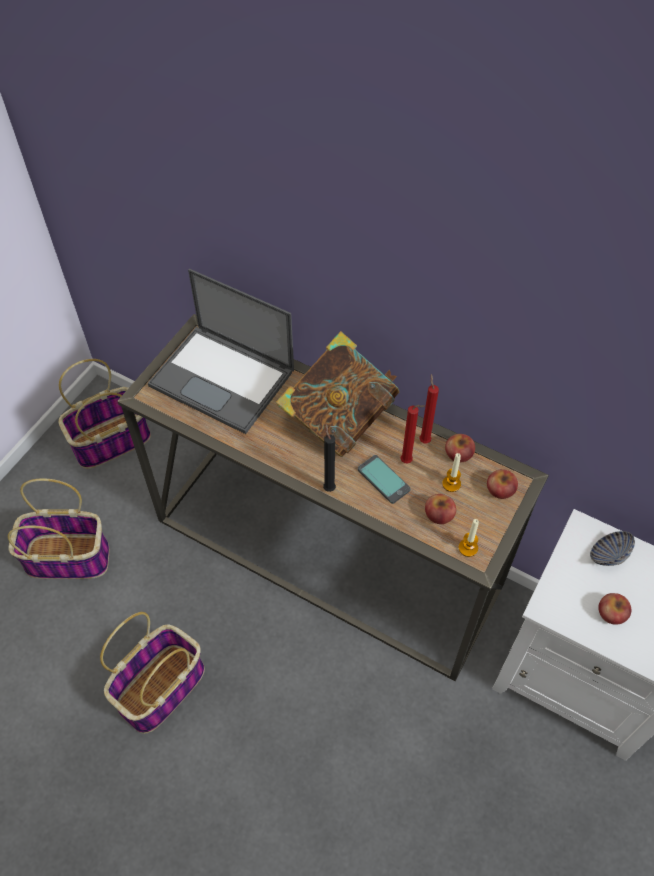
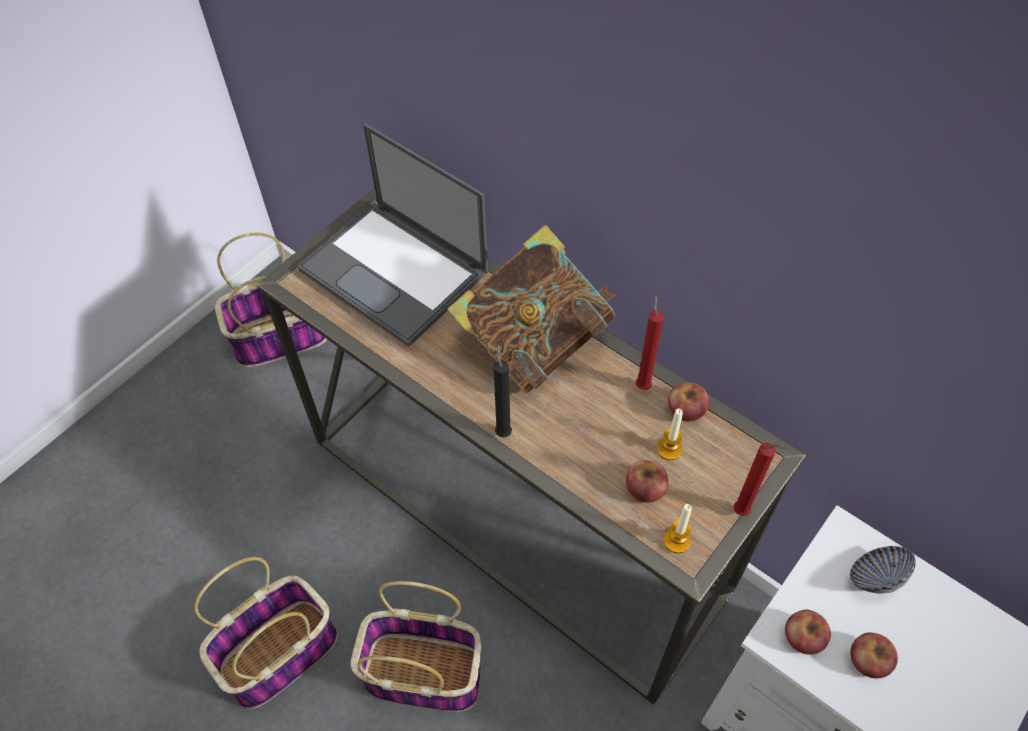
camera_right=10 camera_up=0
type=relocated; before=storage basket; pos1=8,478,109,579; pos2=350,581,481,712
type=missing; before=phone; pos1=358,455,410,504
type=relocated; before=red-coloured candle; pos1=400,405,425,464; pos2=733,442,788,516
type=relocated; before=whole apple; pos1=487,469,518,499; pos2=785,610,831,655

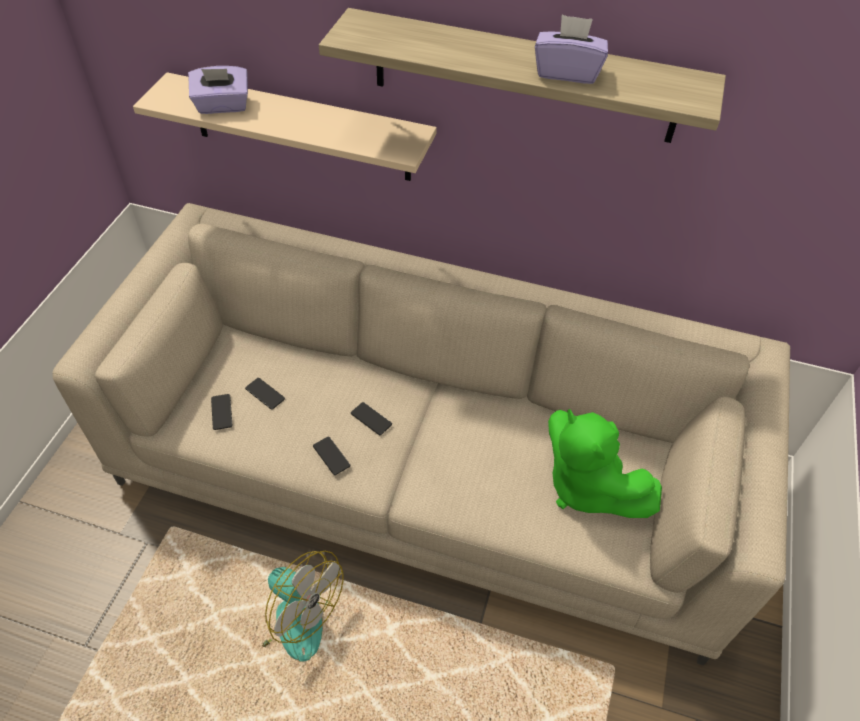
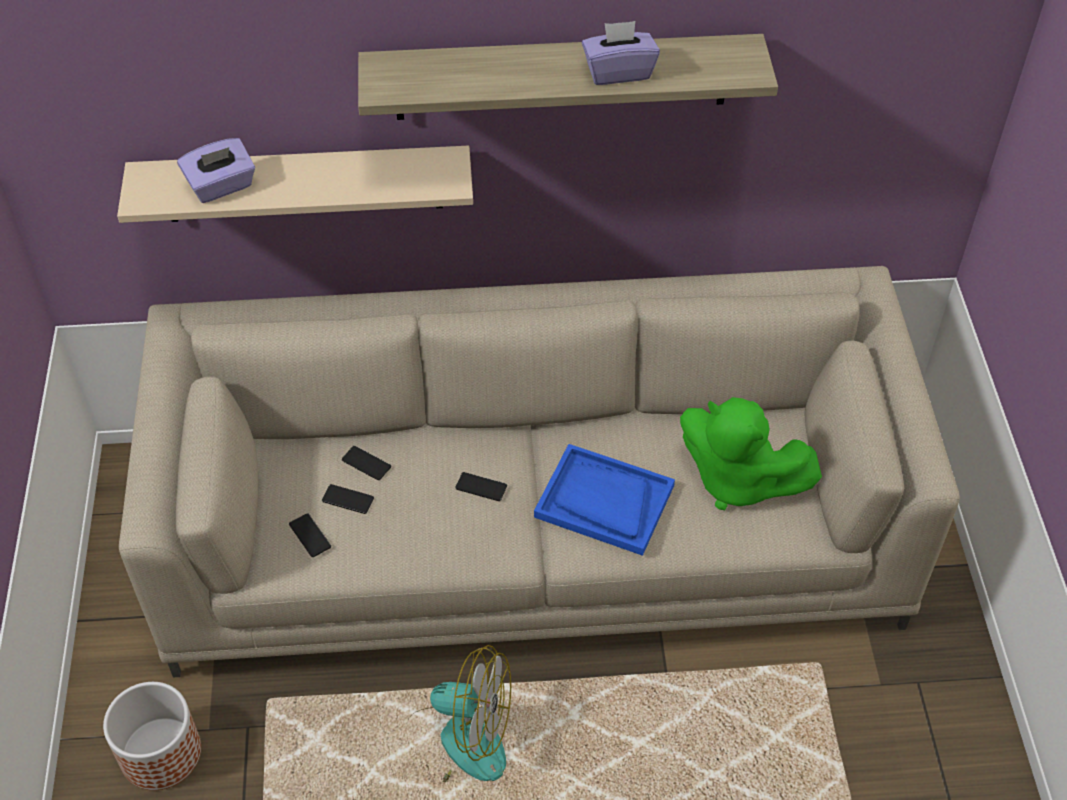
camera_right=-20 camera_up=0
type=relocated; before=phone; pos1=313,437,351,475; pos2=342,446,391,480
type=appeared; after=plant pot; pos2=103,682,201,790
type=appeared; after=bluish tray; pos2=534,444,675,556

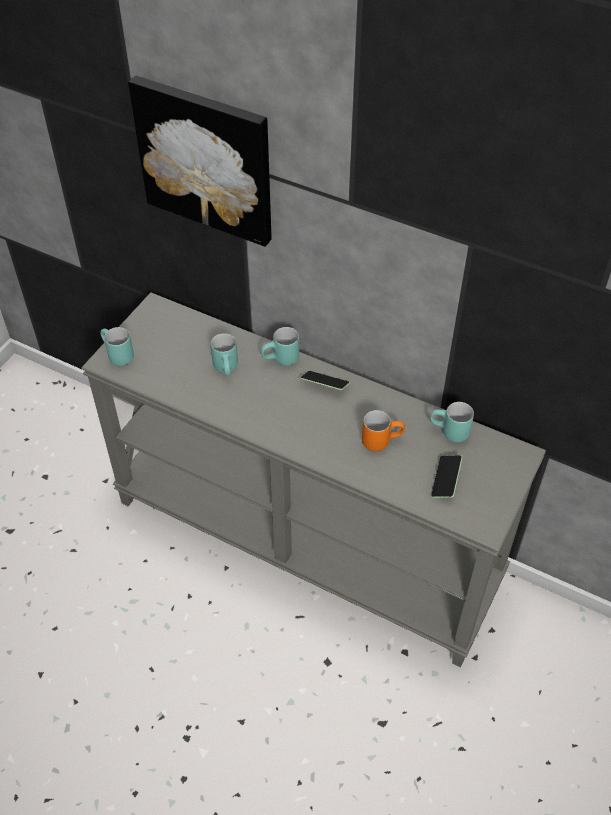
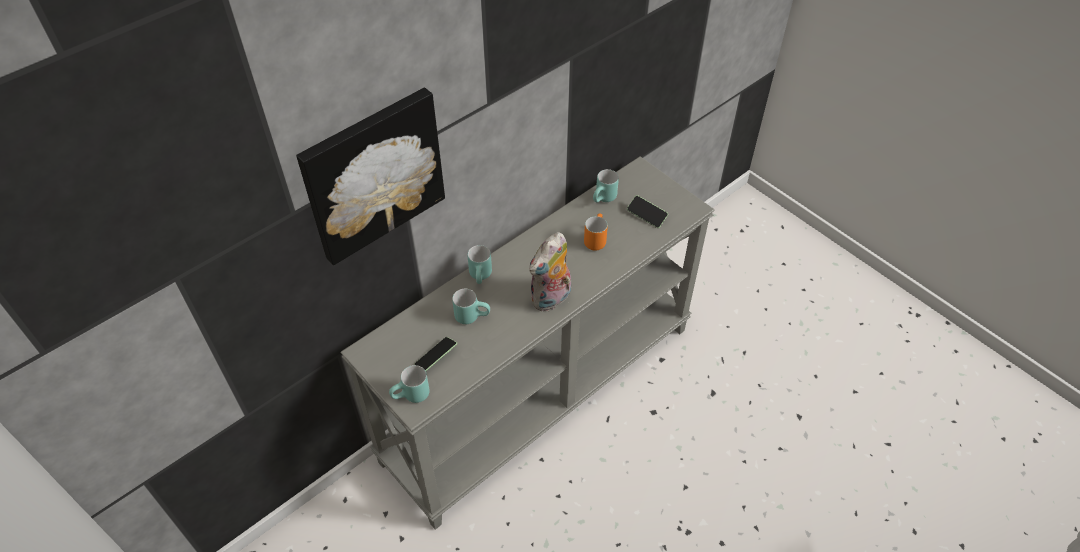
camera_right=-70 camera_up=0
type=relocated; before=phone; pos1=300,371,350,390; pos2=414,337,457,371
type=appeared; after=soft toy; pos2=529,232,571,311

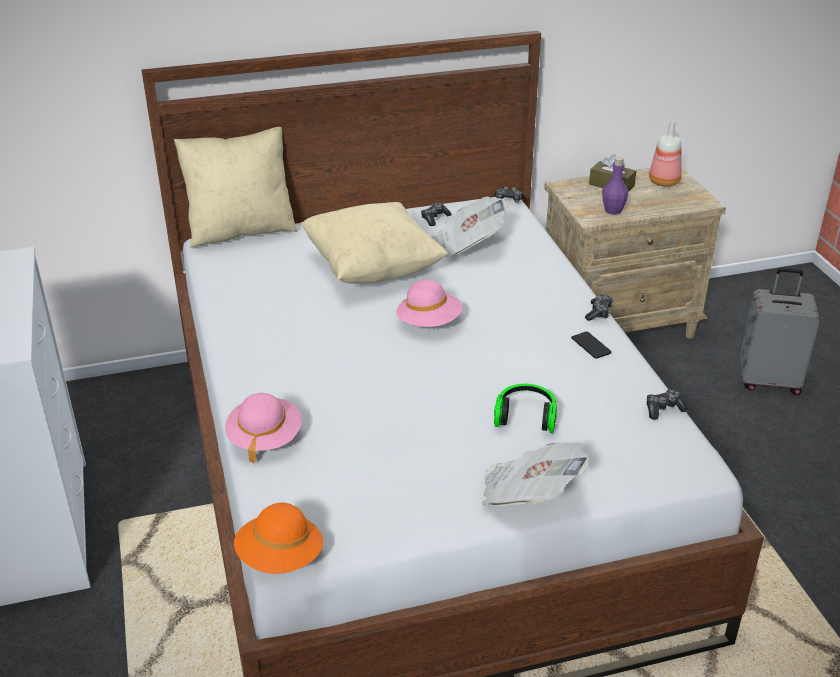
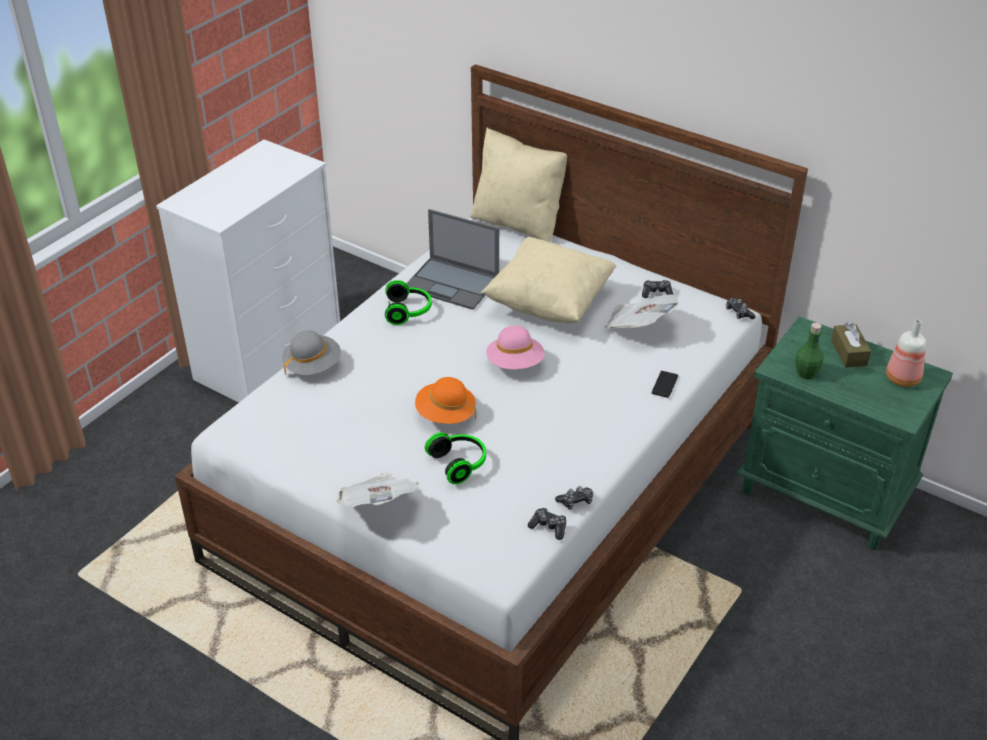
camera_right=50 camera_up=5
type=colour; before=pinkish wearable hat; after=greyish wearable hat; pos1=225,393,301,463; pos2=282,330,341,375
type=relocated; before=orange wearable hat; pos1=234,503,323,574; pos2=415,377,476,424
type=colour; before=beige-coloured bedside table; after=green bedside table; pos1=544,168,726,339; pos2=737,317,953,550
type=relocated; before=phone; pos1=571,331,612,359; pos2=652,371,678,398
type=relocated; before=joypad; pos1=585,294,613,321; pos2=555,486,593,510
type=colour; before=purple beverage bottle; after=green beverage bottle; pos1=602,156,628,215; pos2=796,323,824,379
type=missing; before=greyish piece of luggage; pos1=740,268,820,395
type=appeared; after=headphones; pos2=385,280,432,325
type=appeared; after=laptop; pos2=406,209,499,310

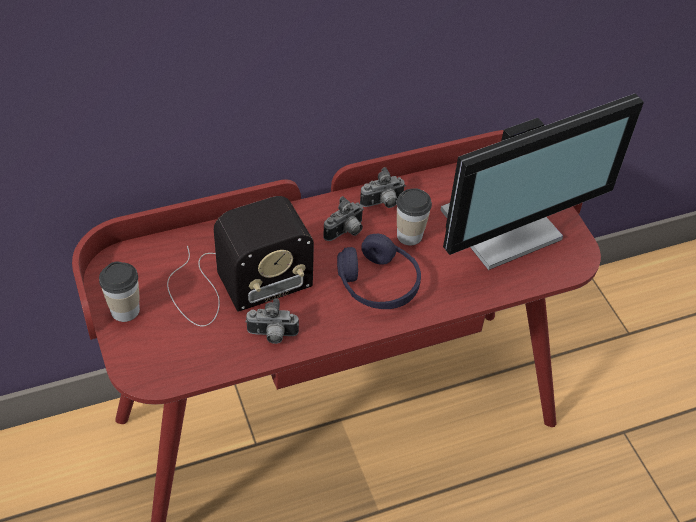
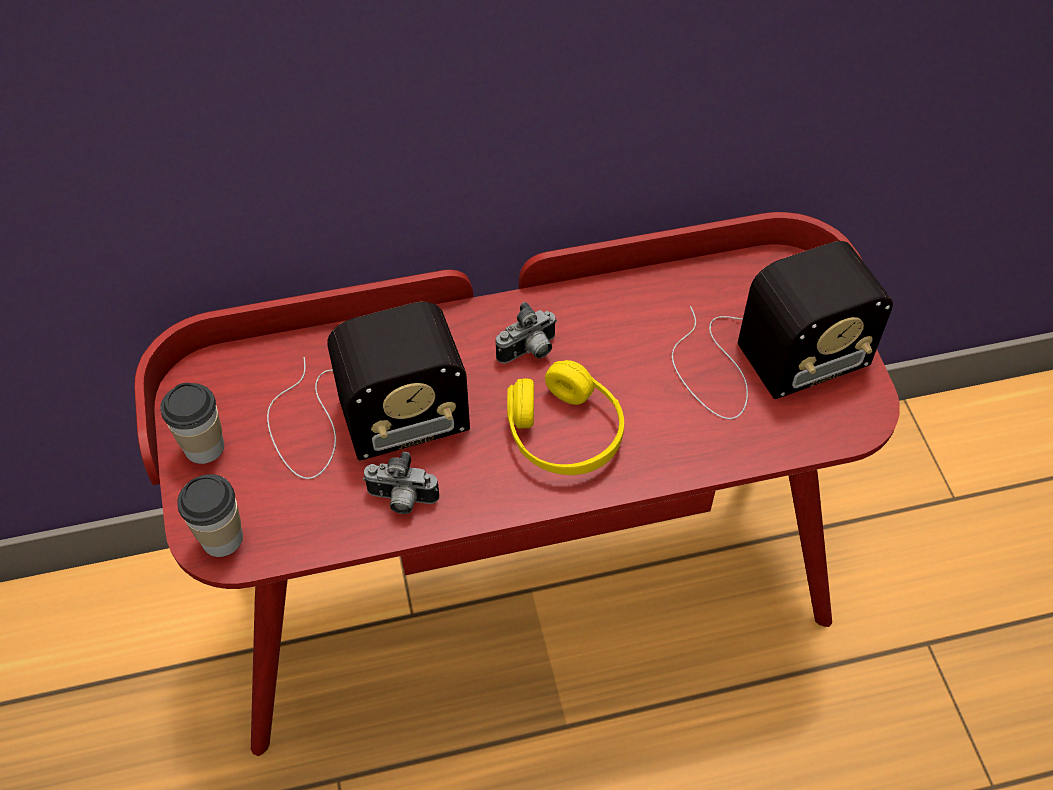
camera_right=10 camera_up=5
type=colour; before=purple headphones; after=yellow headphones; pos1=337,234,421,309; pos2=507,360,624,475
type=missing; before=photo camera; pos1=360,167,406,208
type=relocated; before=cup; pos1=397,188,432,246; pos2=177,474,243,557
type=exchanged; before=computer screen; after=radio receiver; pos1=441,94,644,270; pos2=672,241,893,419

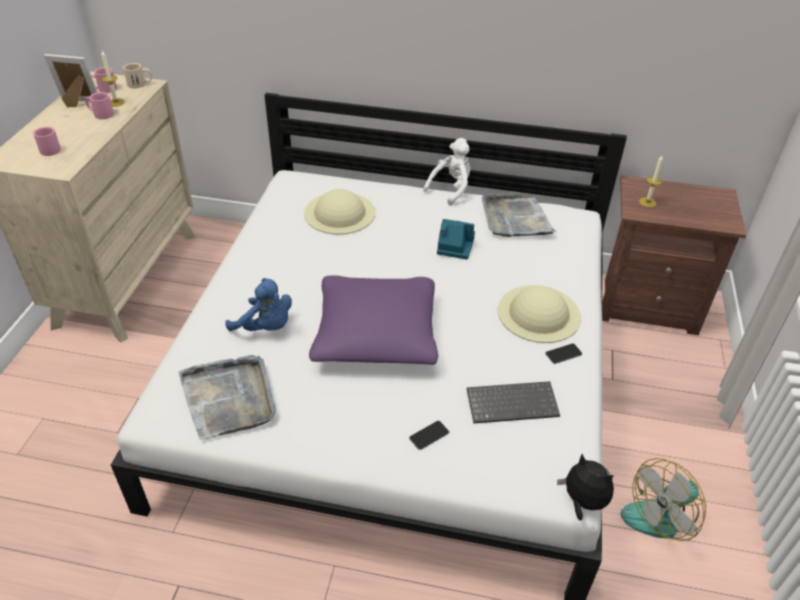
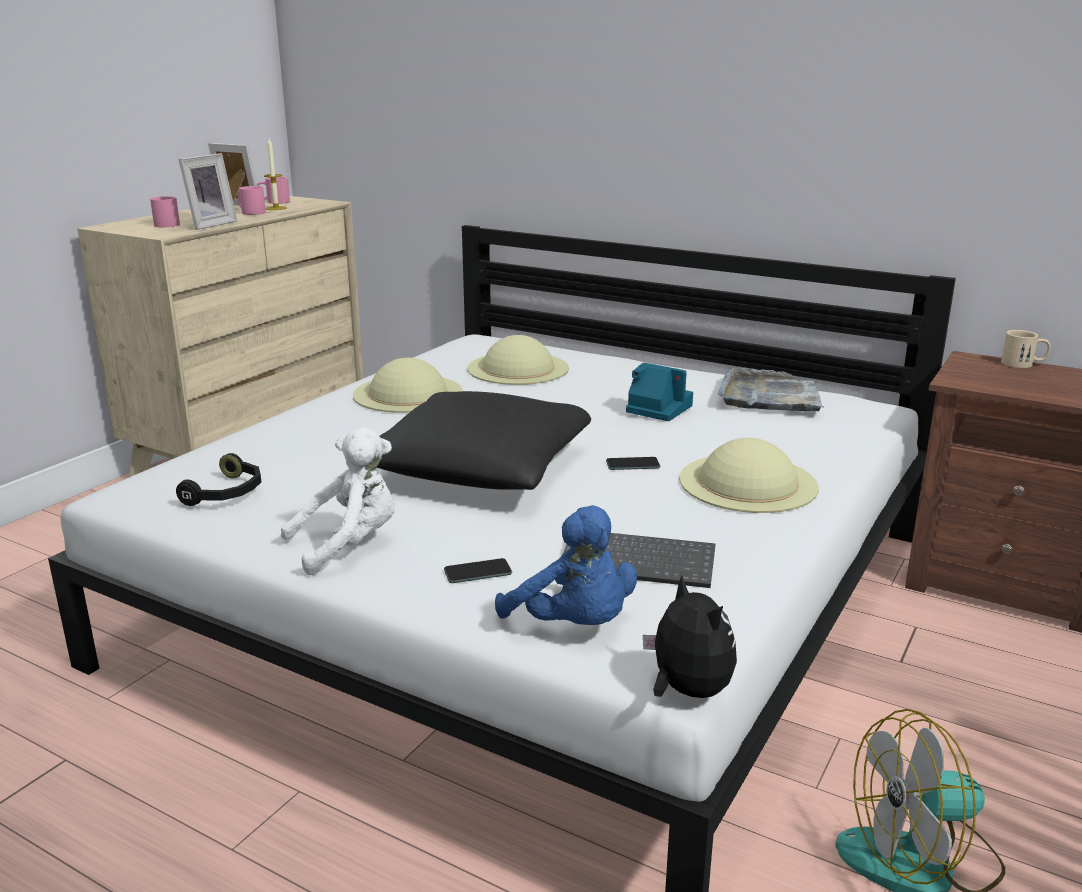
camera_right=20 camera_up=-20
type=relocated; before=beige-coloured mug; pos1=123,63,152,88; pos2=1001,330,1051,368
type=exchanged; before=greyish tray; after=black headphones; pos1=179,355,276,440; pos2=176,453,261,506
type=relocated; before=bluish soft toy; pos1=225,278,292,331; pos2=495,505,637,625
type=colour; before=purple cushion; after=black cushion; pos1=309,275,438,365; pos2=376,391,591,490
type=relocated; before=white soft toy; pos1=423,138,471,206; pos2=281,427,395,575
type=relocated; before=phone; pos1=545,343,582,364; pos2=606,457,660,470
type=missing; before=candle; pos1=639,155,663,208
type=appeared; after=photo frame; pos2=178,153,237,230
type=appeared; after=beige-coloured wearable hat; pos2=353,358,463,413

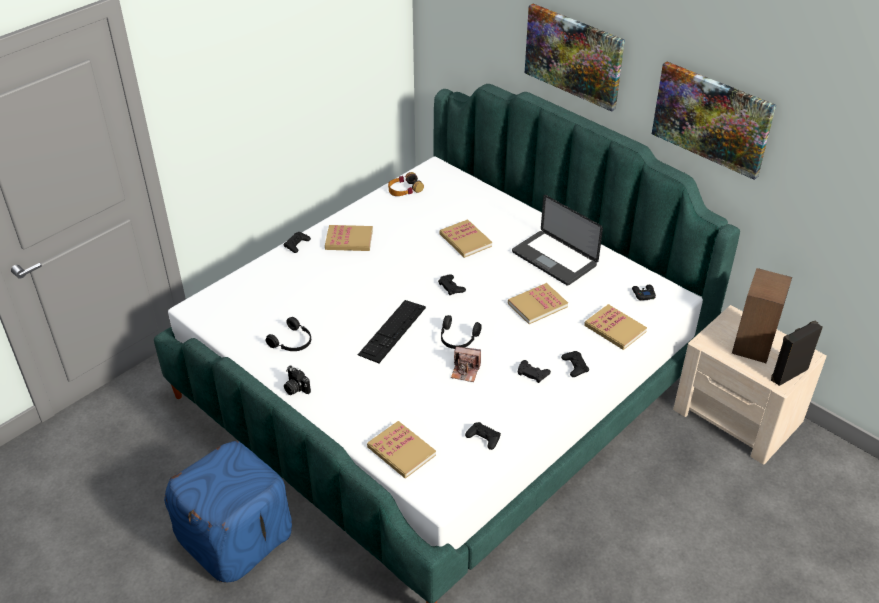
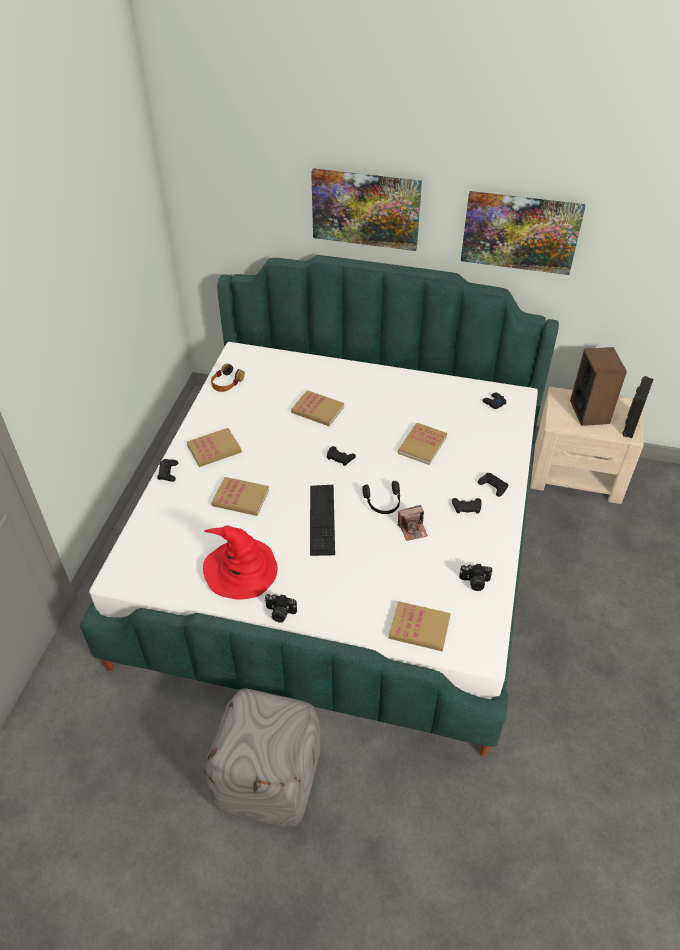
camera_right=-30 camera_up=5
type=colour; before=bluish ottoman; after=greyish ottoman; pos1=164,441,292,582; pos2=204,688,321,828
type=exchanged; before=black headphones; after=red-coloured wearable hat; pos1=266,317,311,351; pos2=203,525,277,600
type=exchanged; before=black joypad; after=photo camera; pos1=465,422,501,450; pos2=459,564,492,591
type=missing; before=laptop; pos1=512,195,603,285
type=relocated; before=volume; pos1=584,304,647,350; pos2=212,477,269,516

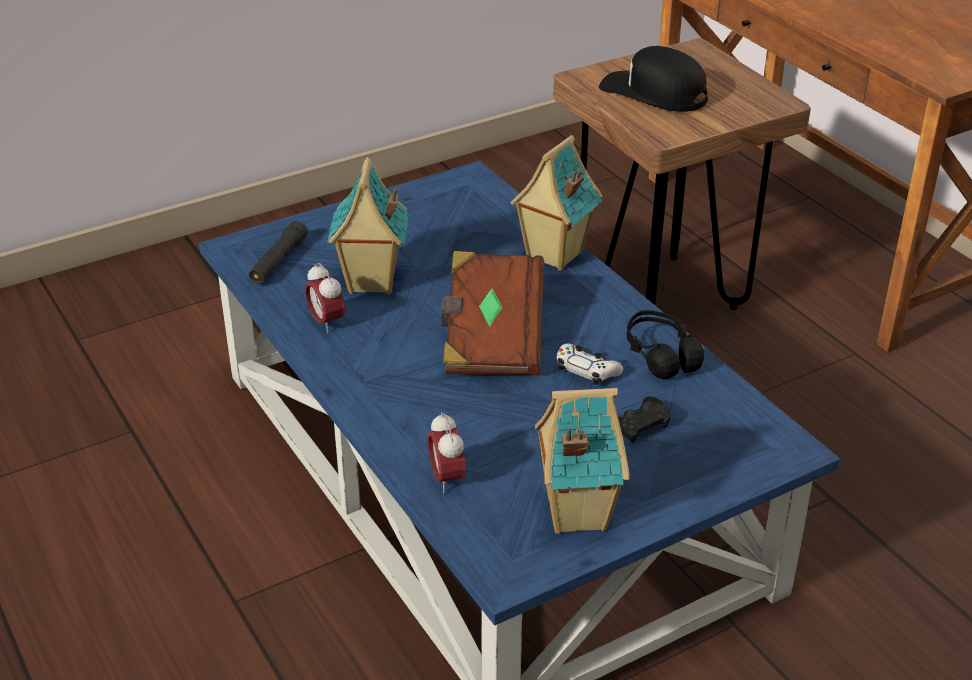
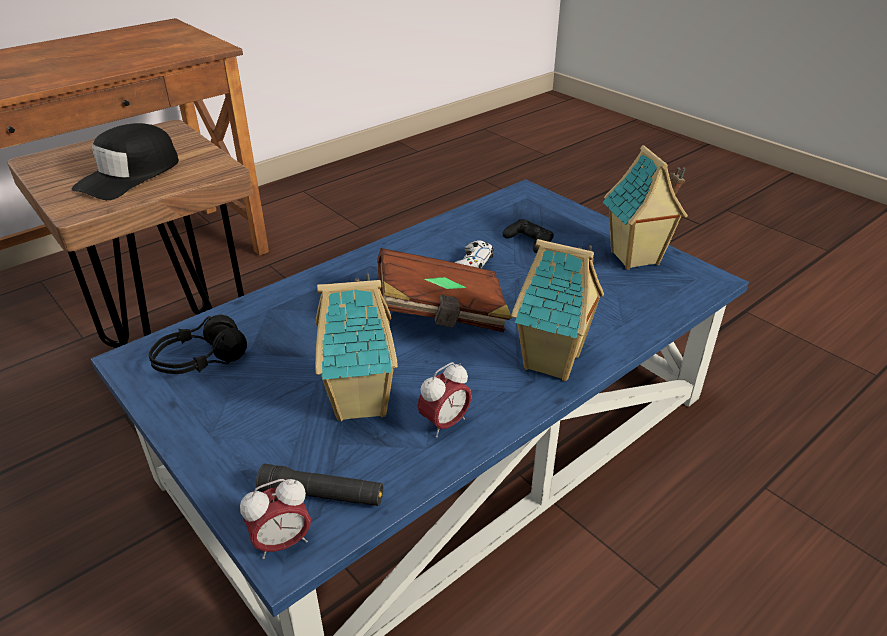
camera_right=-100 camera_up=0
type=relocated; before=bedside clock; pos1=428,412,466,493; pos2=240,479,311,559
type=relocated; before=toy house; pos1=510,135,603,271; pos2=511,239,604,381
type=relocated; before=black headphones; pos1=627,310,704,379; pos2=149,314,247,374

